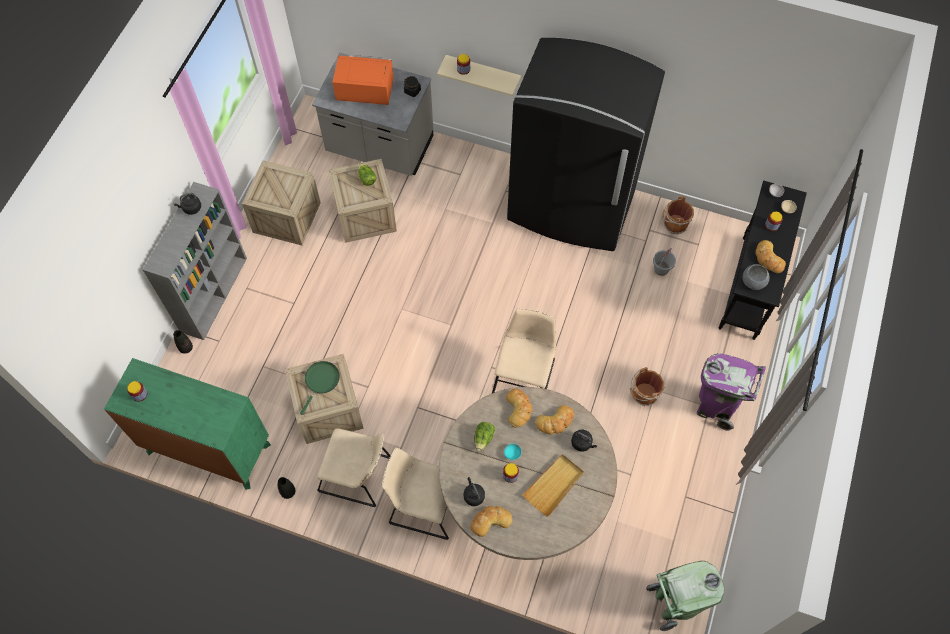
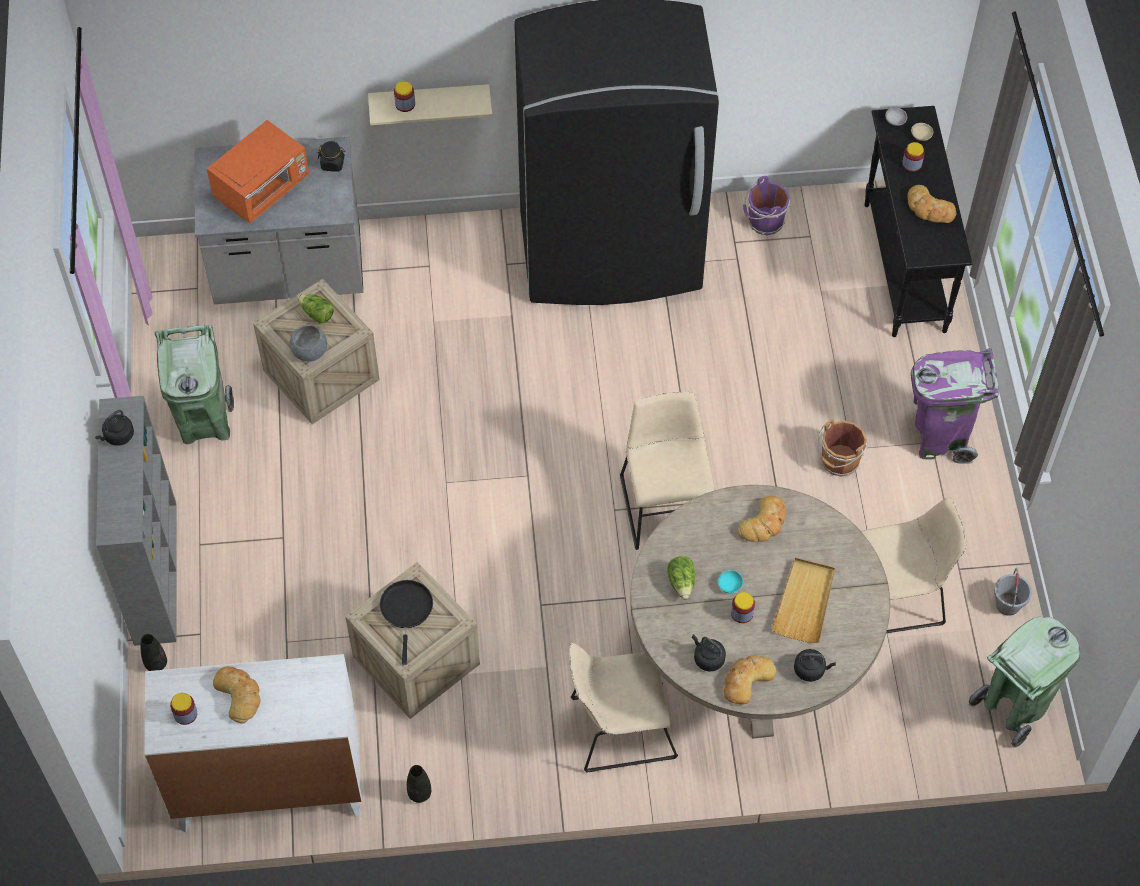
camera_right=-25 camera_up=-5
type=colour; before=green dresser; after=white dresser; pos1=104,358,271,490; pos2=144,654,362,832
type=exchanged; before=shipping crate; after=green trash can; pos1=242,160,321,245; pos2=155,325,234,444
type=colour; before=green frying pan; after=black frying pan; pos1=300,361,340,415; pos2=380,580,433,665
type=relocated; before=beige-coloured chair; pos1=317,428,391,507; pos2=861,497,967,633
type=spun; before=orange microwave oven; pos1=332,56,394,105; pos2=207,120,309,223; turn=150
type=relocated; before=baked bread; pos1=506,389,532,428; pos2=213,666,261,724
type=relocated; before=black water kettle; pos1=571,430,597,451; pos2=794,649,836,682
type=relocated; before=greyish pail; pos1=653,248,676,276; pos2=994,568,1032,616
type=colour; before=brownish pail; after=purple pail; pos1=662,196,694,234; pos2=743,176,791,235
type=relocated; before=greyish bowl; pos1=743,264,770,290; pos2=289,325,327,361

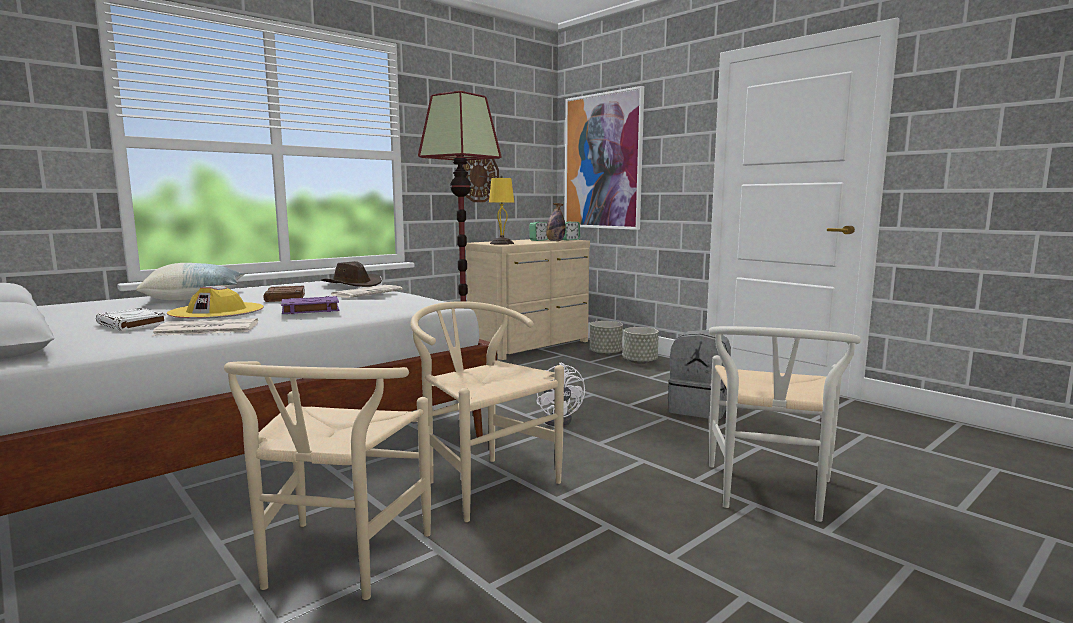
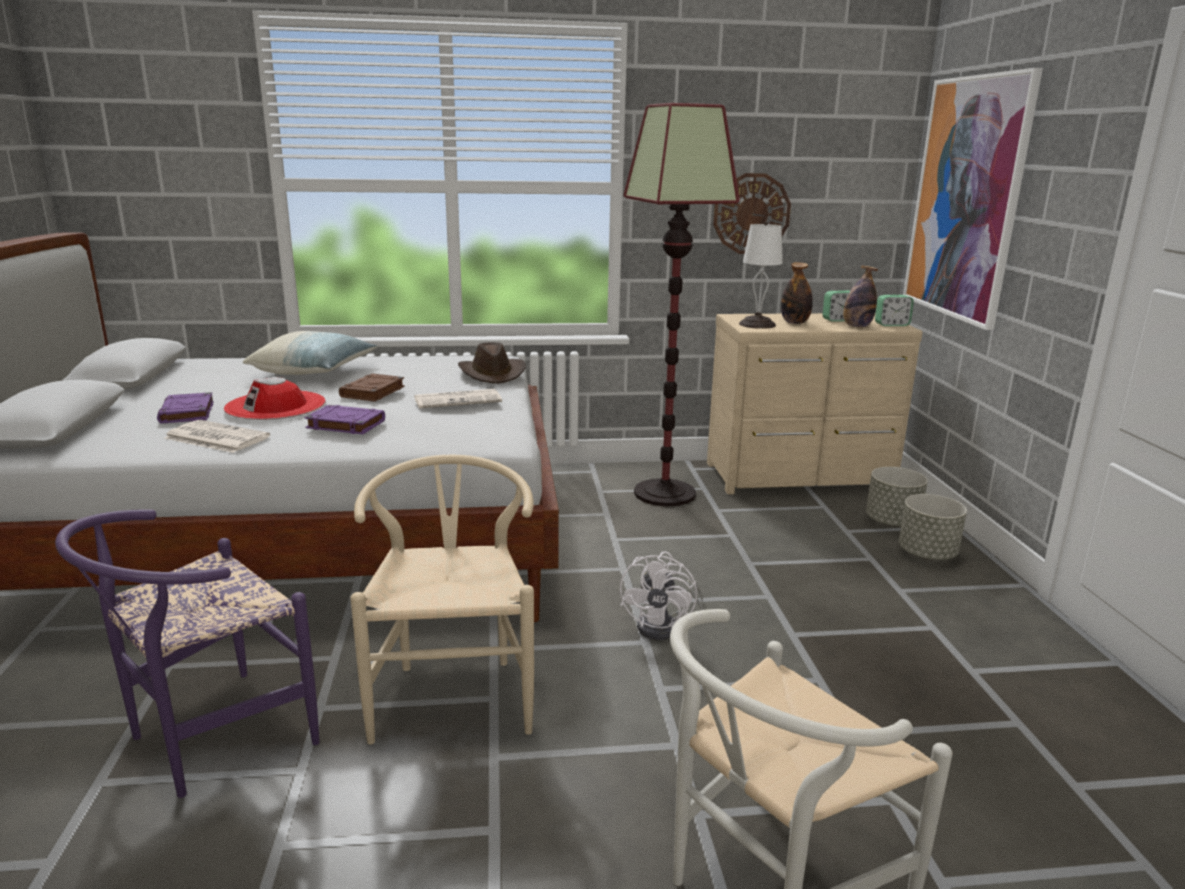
camera_right=35 camera_up=10
type=colour; before=white volume; after=purple volume; pos1=96,308,166,331; pos2=157,392,213,423
type=colour; before=yellow wearable hat; after=red-coloured wearable hat; pos1=167,286,264,319; pos2=224,377,326,420
type=colour; before=beige-coloured chair; after=purple chair; pos1=224,361,431,600; pos2=55,510,320,798
type=colour; before=yellow lamp for a table; after=white lamp for a table; pos1=489,176,514,245; pos2=739,221,783,329
type=missing; before=greyish rucksack; pos1=668,330,731,419
type=appeared; after=beverage bottle; pos2=781,262,813,324

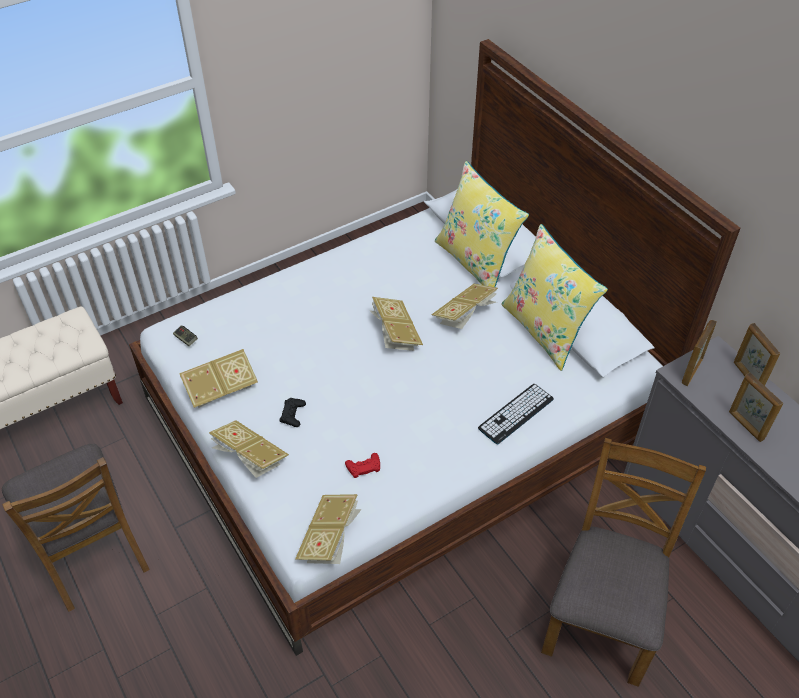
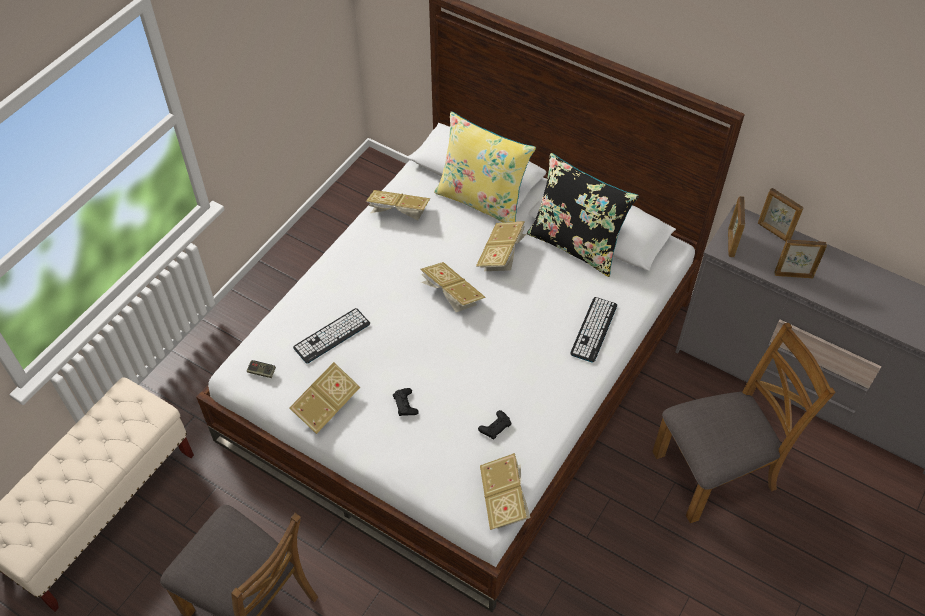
camera_right=-25 camera_up=5
type=relocated; before=volume; pos1=209,420,289,478; pos2=366,190,430,220
type=colour; before=red-coloured joypad; after=black joypad; pos1=345,453,380,478; pos2=478,410,512,439
type=colour; before=yellow cushion; after=black cushion; pos1=501,224,608,371; pos2=527,153,639,277
type=spun; before=brownish chair; pos1=541,438,706,687; pos2=652,323,836,523; turn=75
type=spun; before=photo frame; pos1=729,372,783,442; pos2=774,240,827,278; turn=150
type=appeared; after=keyboard; pos2=293,308,370,364

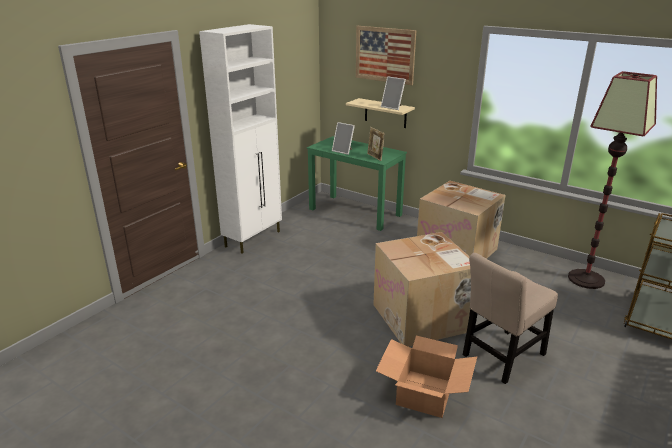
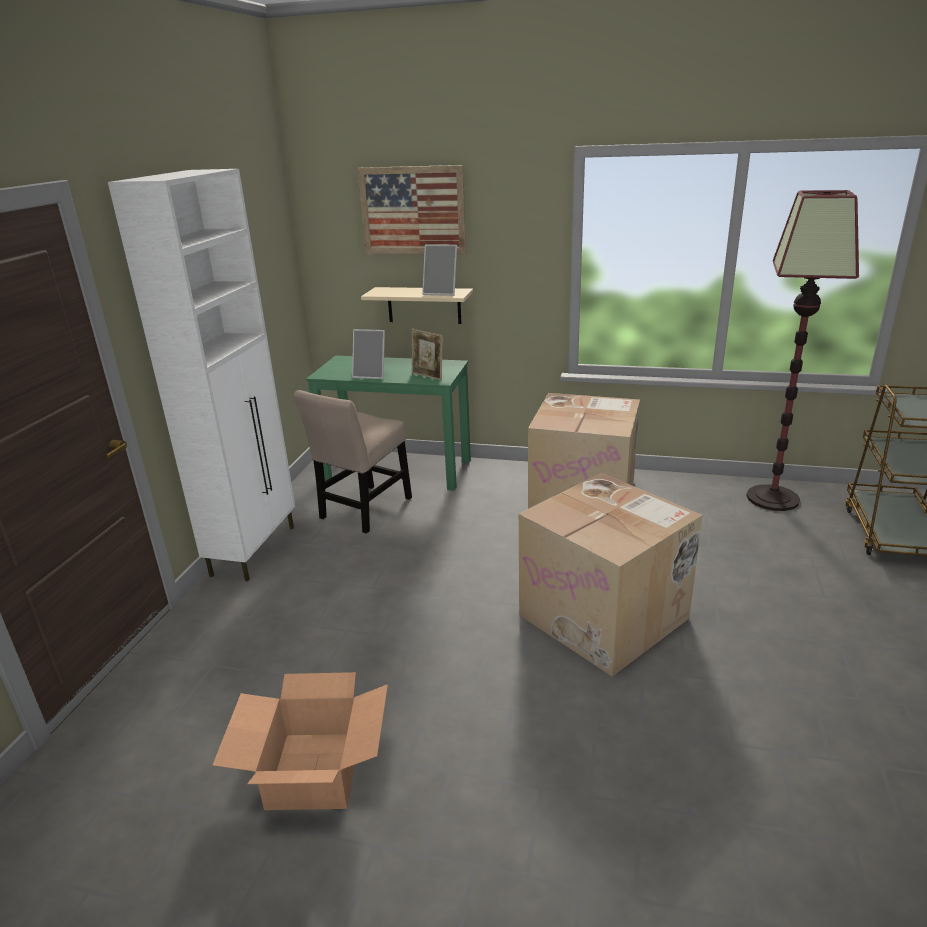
camera_right=-20 camera_up=0
type=relocated; before=cardboard box; pos1=376,336,477,418; pos2=212,672,388,810
type=relocated; before=beige-coloured chair; pos1=463,253,558,384; pos2=293,390,412,534

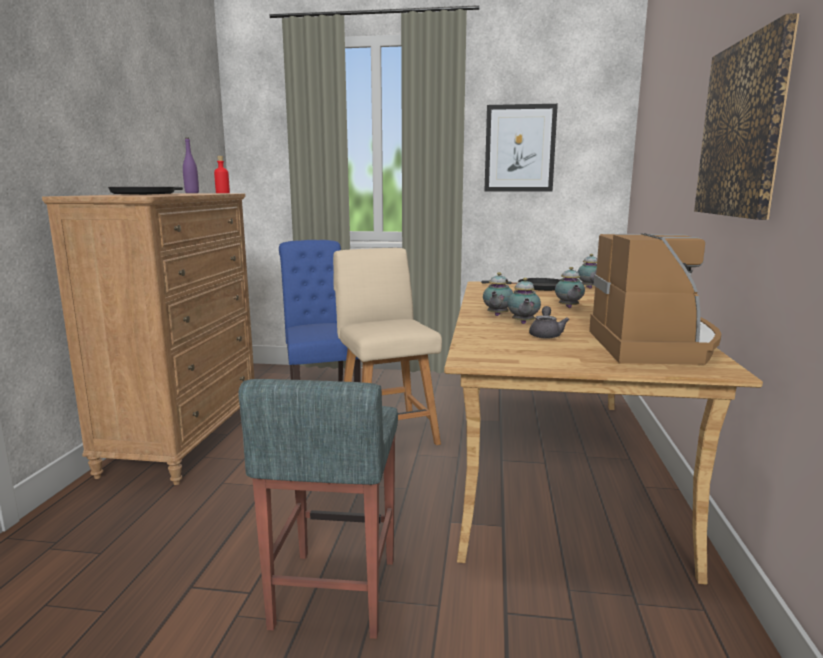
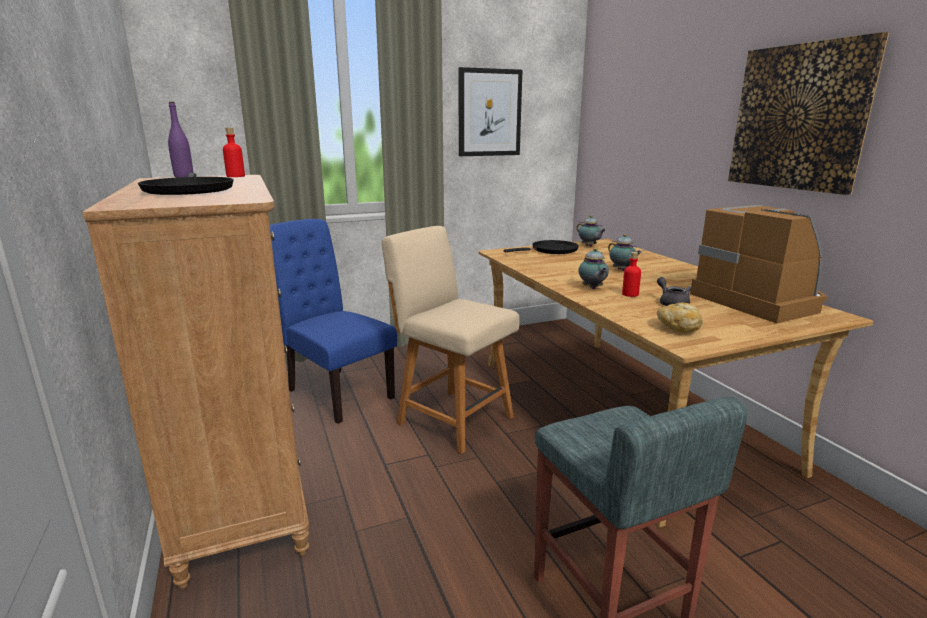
camera_right=-30 camera_up=5
type=exchanged; before=tea pot; after=red-coloured beverage bottle; pos1=508,278,541,324; pos2=622,252,641,297
type=appeared; after=baked bread; pos2=657,303,703,333

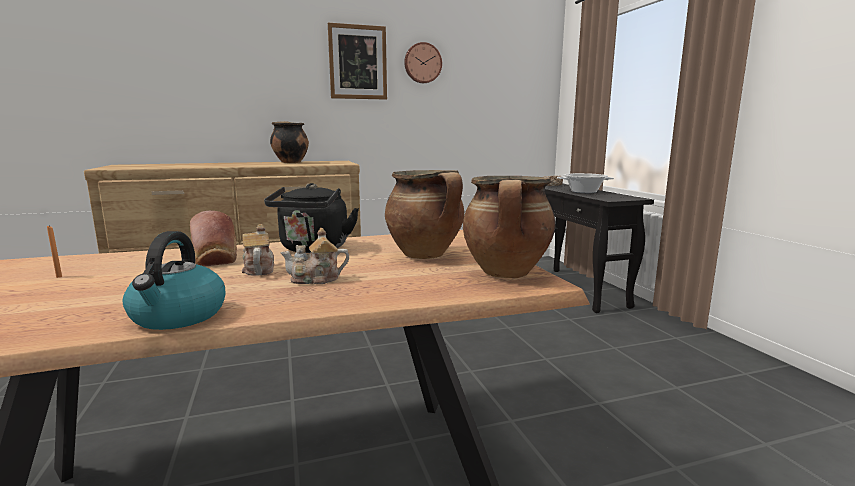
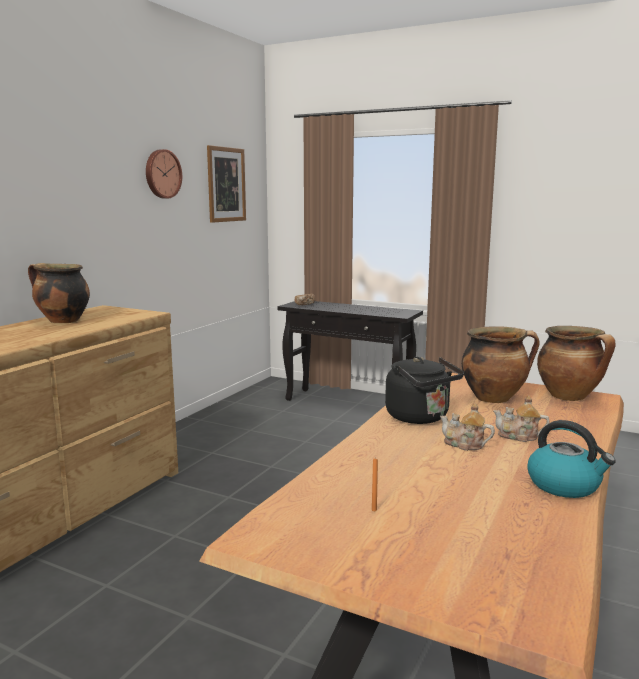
camera_right=-45 camera_up=0
type=missing; before=baked bread; pos1=190,211,237,267
type=spun; before=tea pot; pos1=280,228,349,284; pos2=493,396,549,442; turn=75
type=relocated; before=wall art; pos1=328,23,387,100; pos2=207,145,246,223
type=missing; before=cooking pot; pos1=557,173,614,193

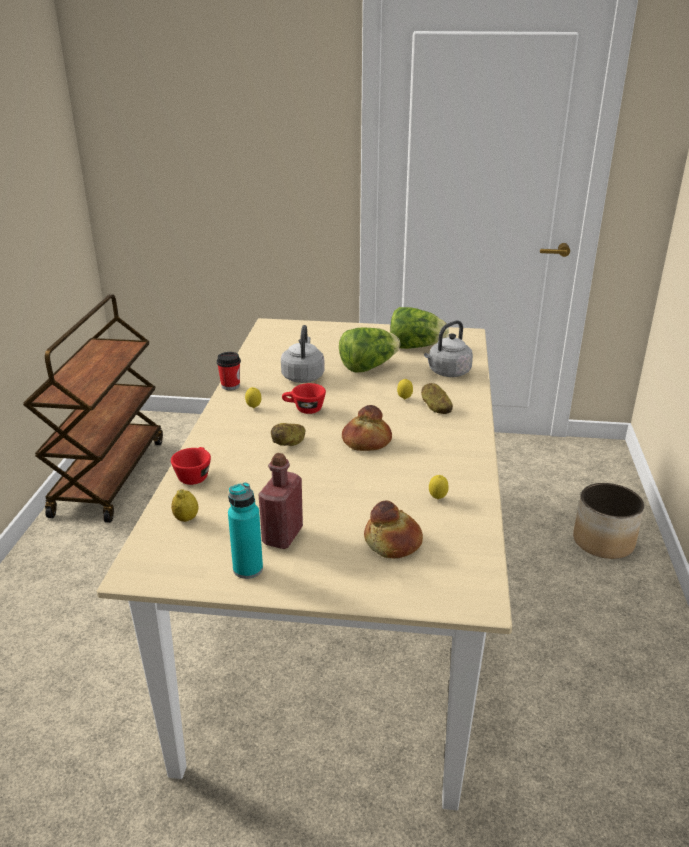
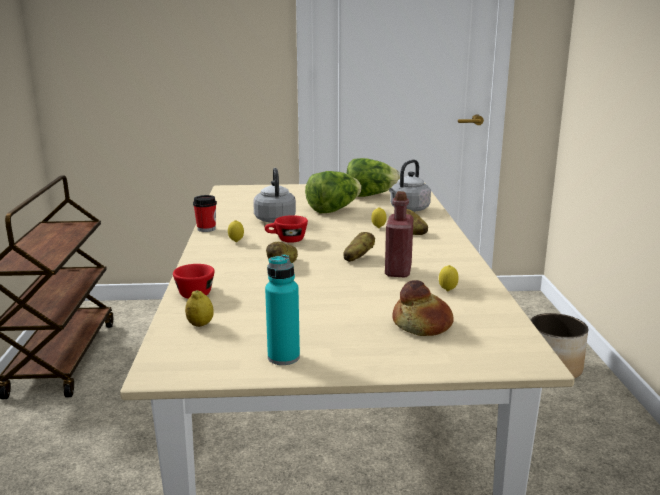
camera_right=-10 camera_up=-10
type=relocated; before=red-coloured beverage bottle; pos1=258,453,303,549; pos2=385,191,414,278
type=exchanged; before=baked bread; after=potato; pos1=342,405,392,451; pos2=343,232,375,262

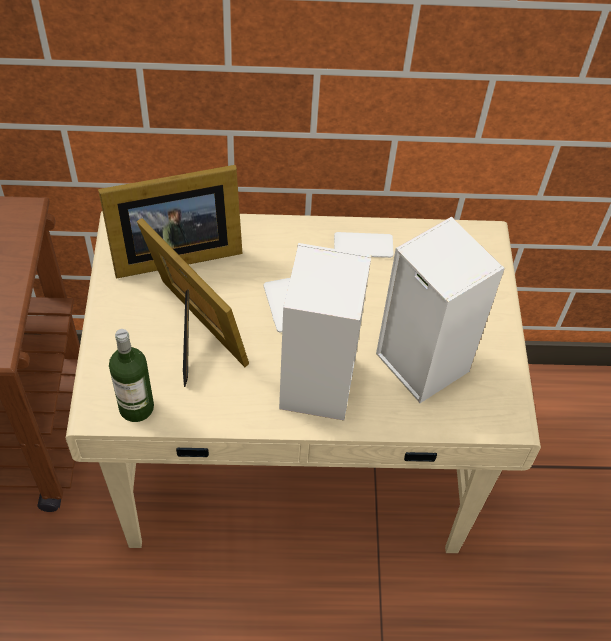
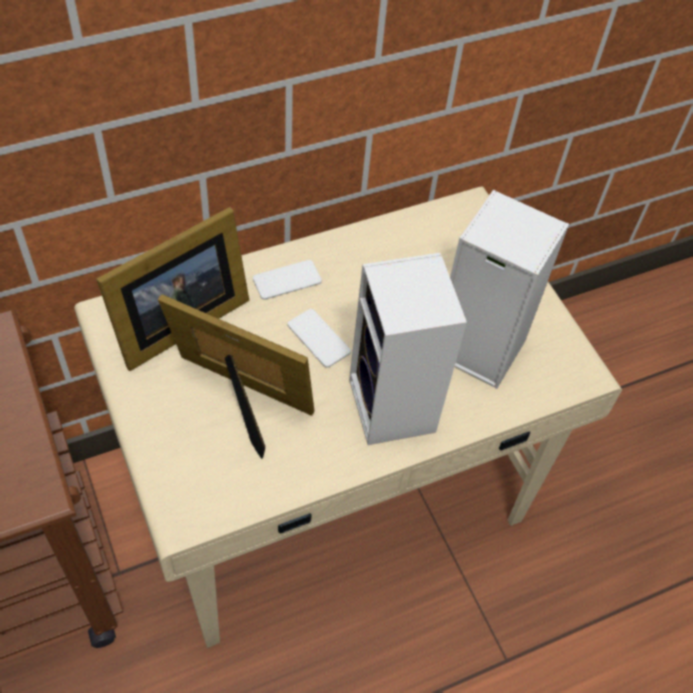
camera_right=-25 camera_up=0
type=missing; before=beverage bottle; pos1=109,329,154,422
type=relocated; before=phone; pos1=334,232,393,258; pos2=253,260,322,300

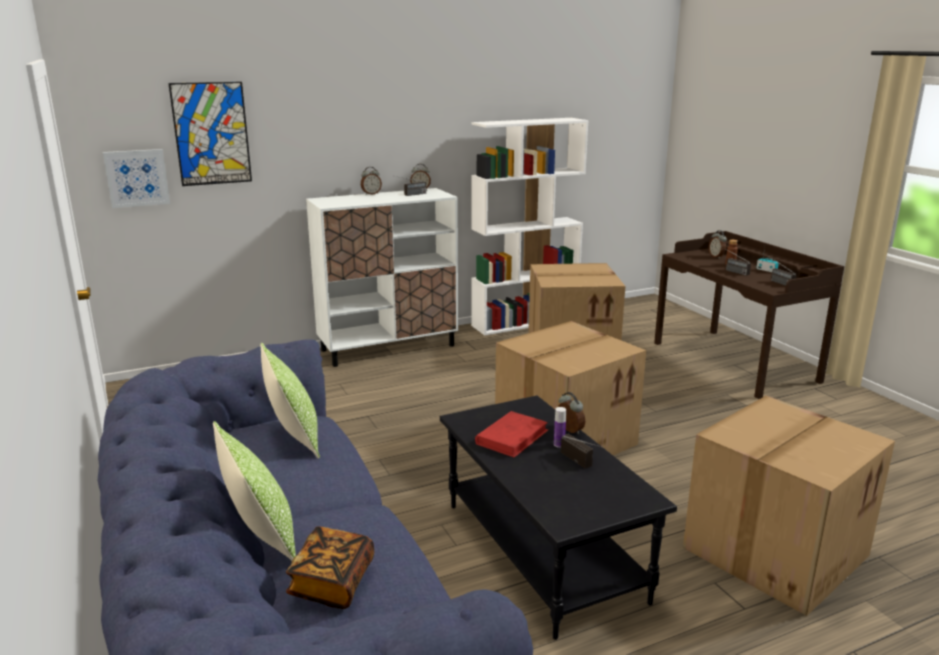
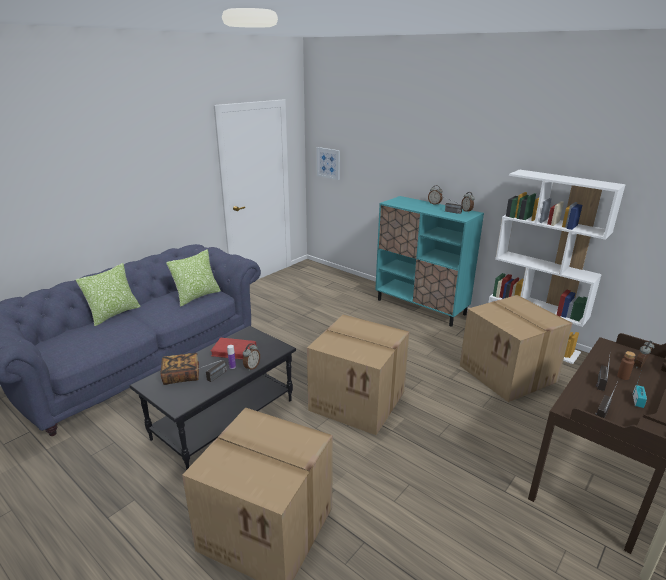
camera_right=65 camera_up=5
type=missing; before=wall art; pos1=168,82,252,186
type=relocated; before=volume; pos1=286,526,374,609; pos2=160,353,199,385
type=colour; before=white cupboard; after=turquoise-coloured cupboard; pos1=306,188,458,367; pos2=375,196,484,326

